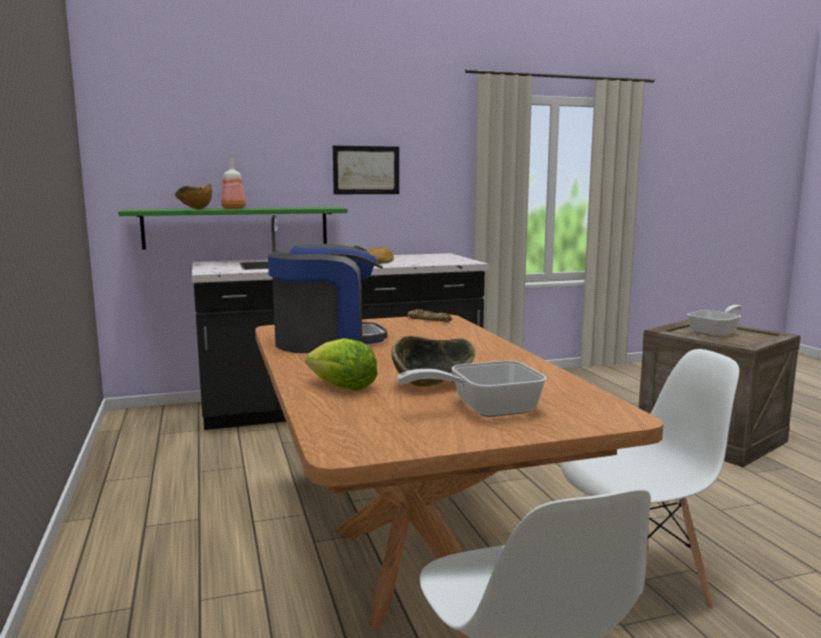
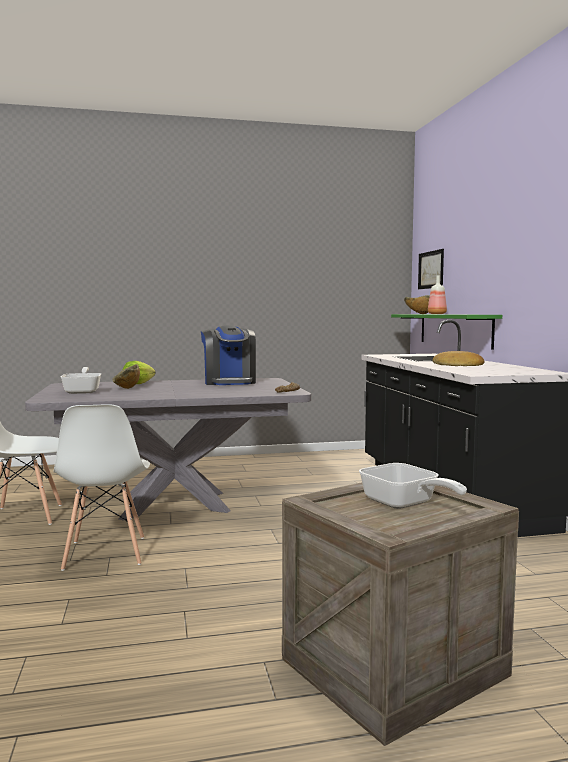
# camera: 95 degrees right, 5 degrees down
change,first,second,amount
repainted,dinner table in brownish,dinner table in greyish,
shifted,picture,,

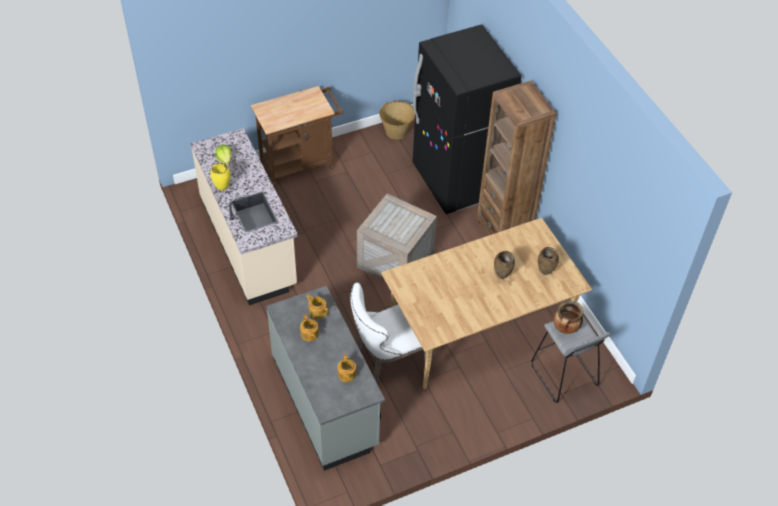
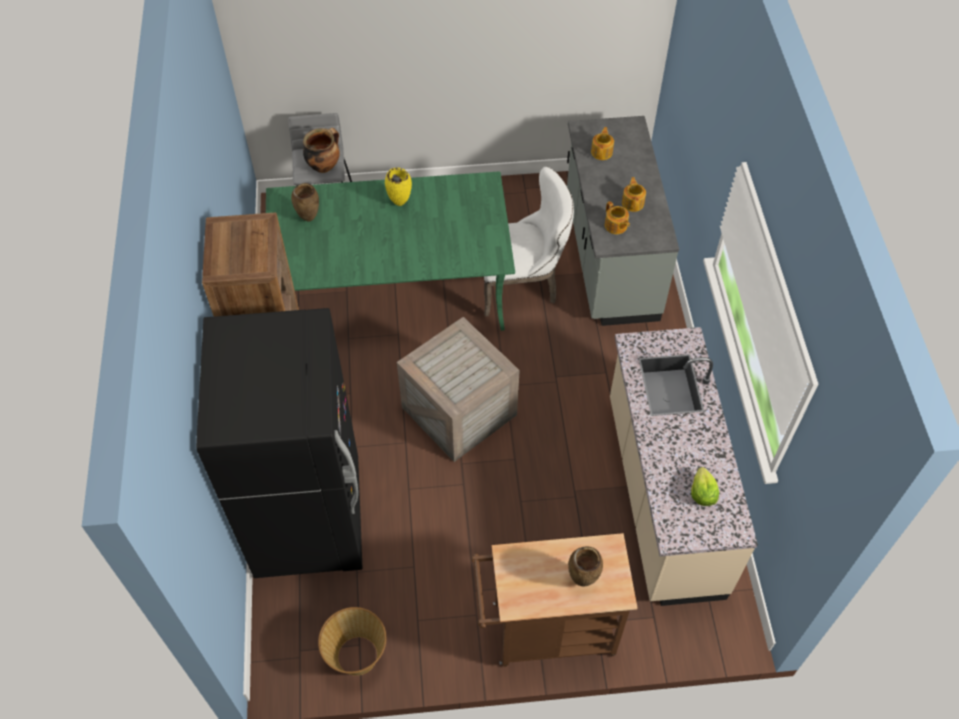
# camera: 160 degrees left, 5 degrees up
change,first,second,amount
shifted,vase in yellow,,
repainted,dinner table in beige-coloured,dinner table in green-coloured,
shifted,vase in brownish (no. 1 from left in the first image),vase in brownish (no. 2 from left),

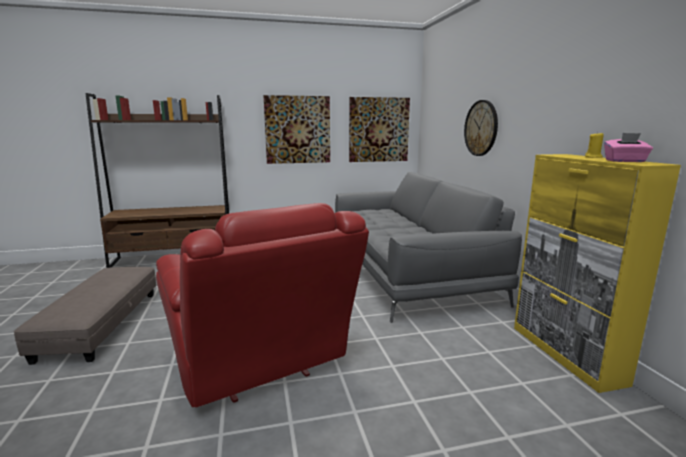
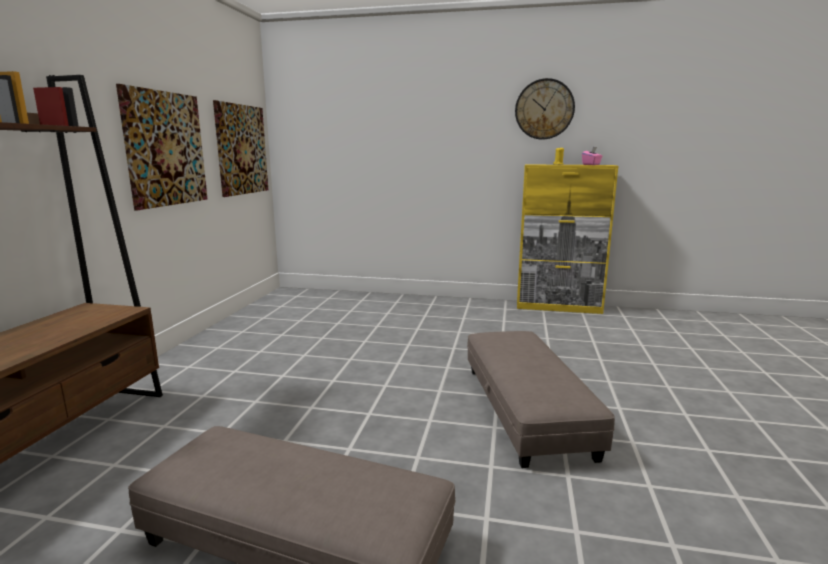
# camera: 65 degrees left, 0 degrees up
change,first,second,amount
swapped,easy chair in red-coloured,ottoman in greyish (no. 2 from left),
gone,settee in greyish,,
shifted,wall clock,,

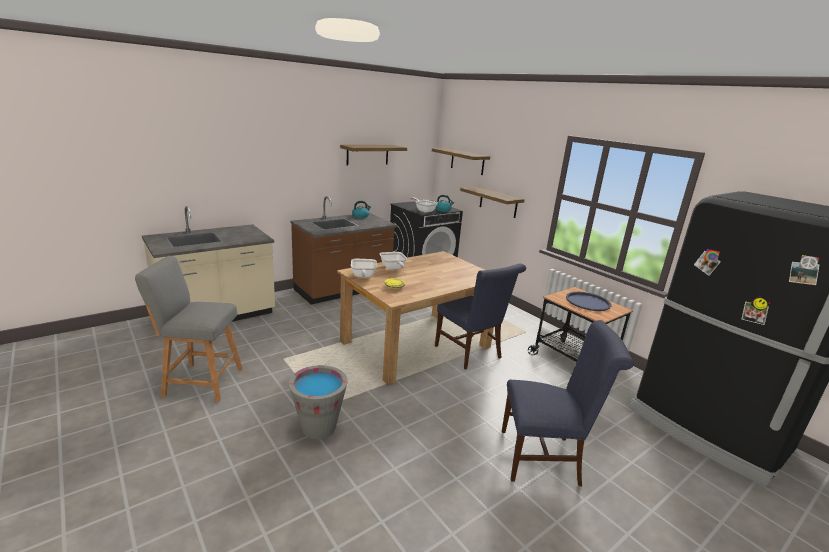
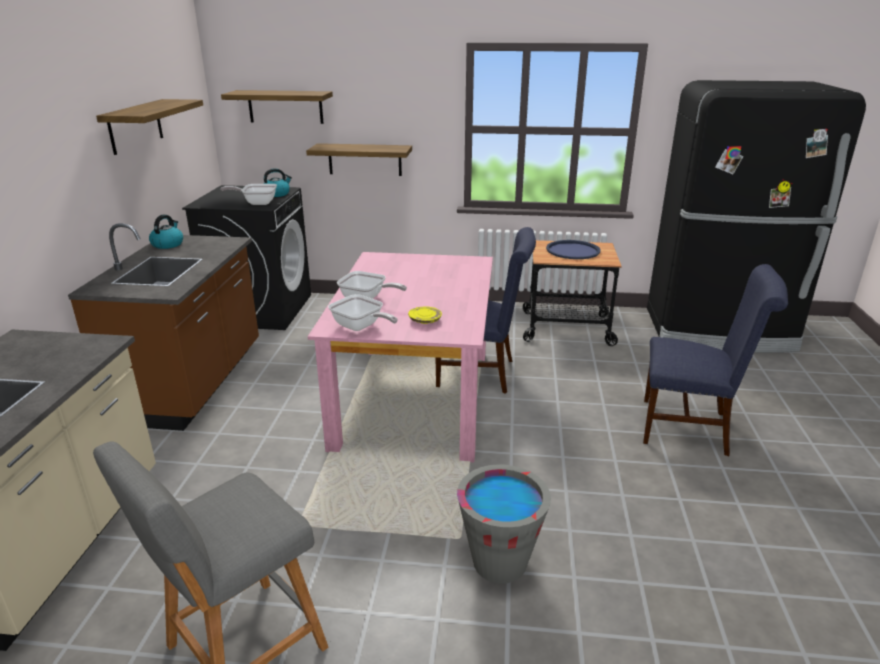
# camera: 45 degrees left, 5 degrees up
change,first,second,amount
repainted,dinner table in brownish,dinner table in pink,
rotated,chair in bluish (no. 2 from left),,60 degrees clockwise

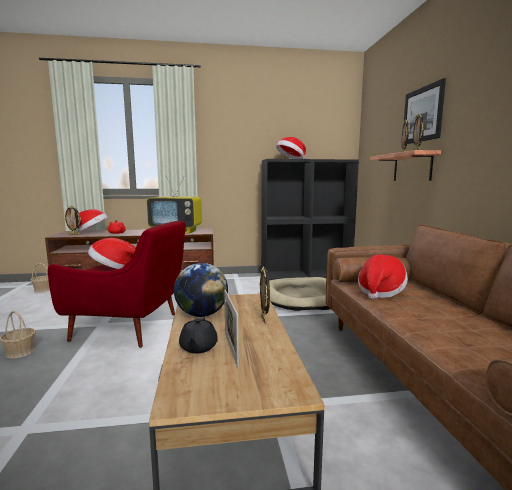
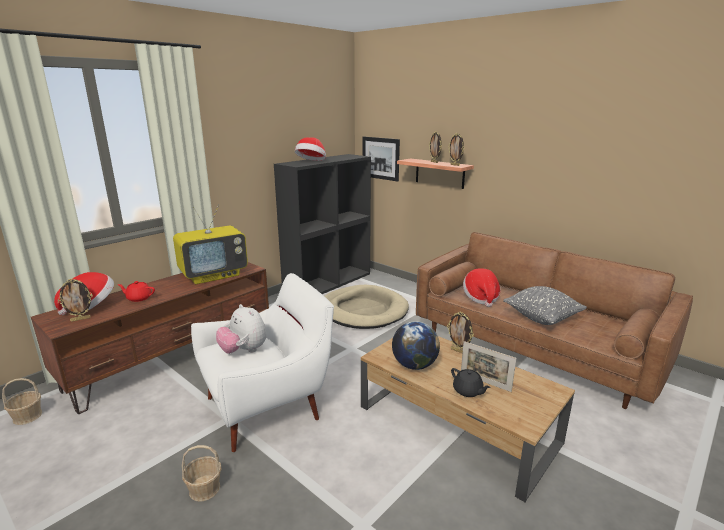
# camera: 40 degrees left, 10 degrees up
change,first,second,amount
repainted,easy chair in red-coloured,easy chair in white-coloured,
swapped,clothing hat (no. 2 from left),plush toy,
shifted,picture,,
new,,throw pillow in greyish,

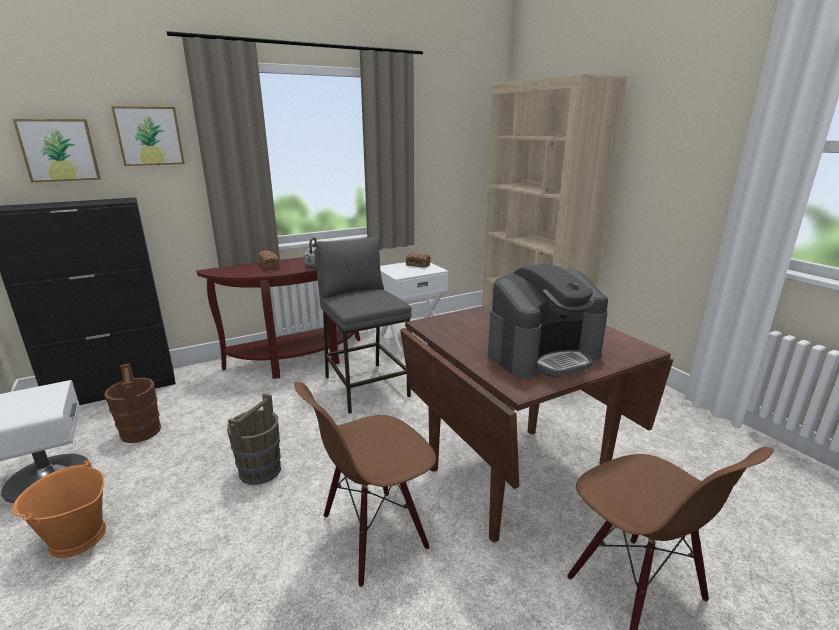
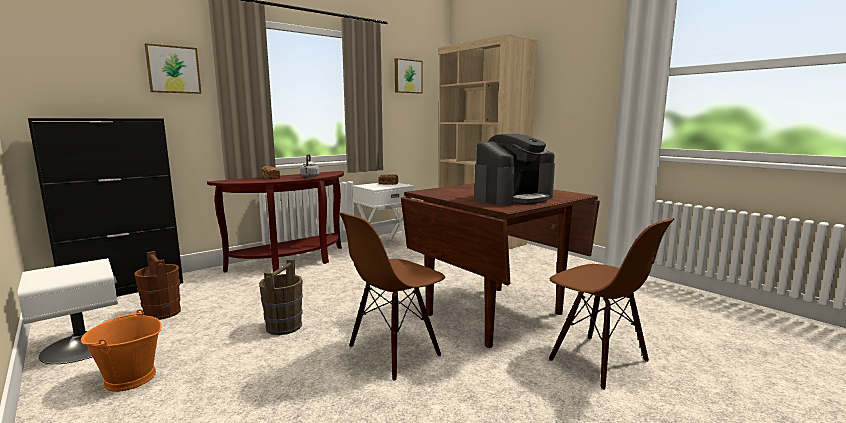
# camera: 10 degrees left, 10 degrees down
change,first,second,amount
shifted,picture (no. 1 from left in the first image),picture (no. 2 from left),
gone,stool seat in greyish,,

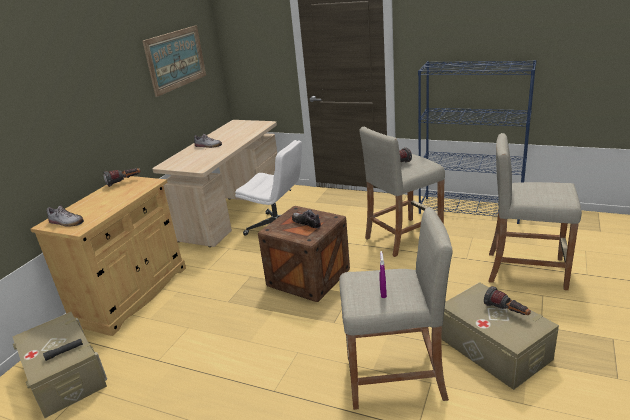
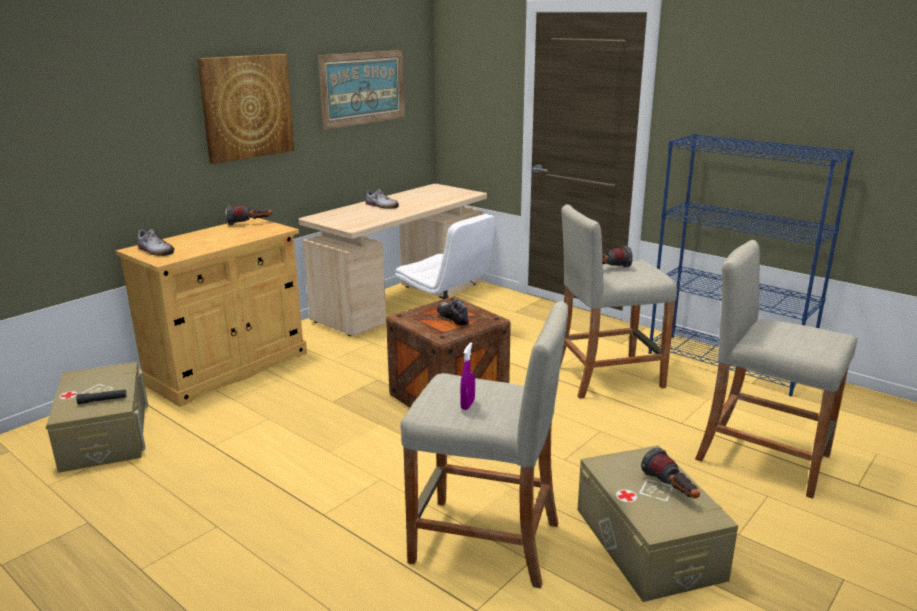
# camera: 15 degrees right, 5 degrees down
change,first,second,amount
new,,picture (no. 1 from left),

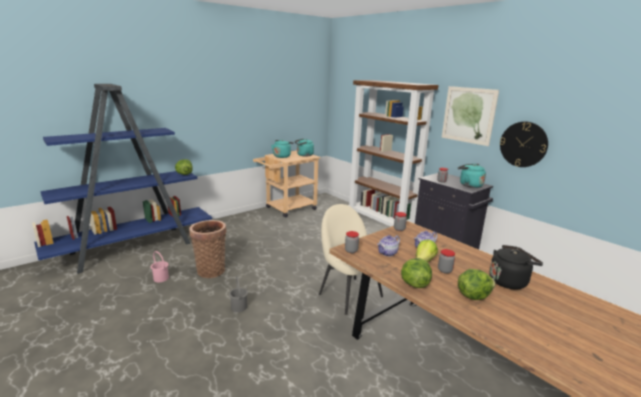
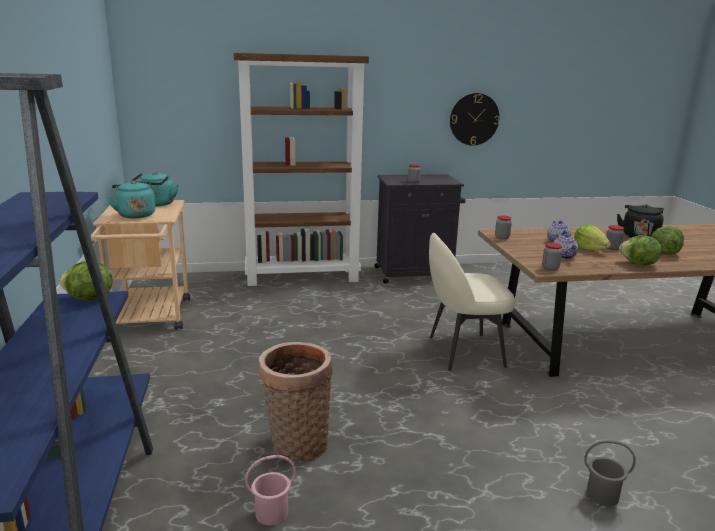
# camera: 60 degrees left, 0 degrees up
change,first,second,amount
shifted,water bucket in greyish,,
gone,picture,,
gone,kettle in turquoise (no. 3 from left),,

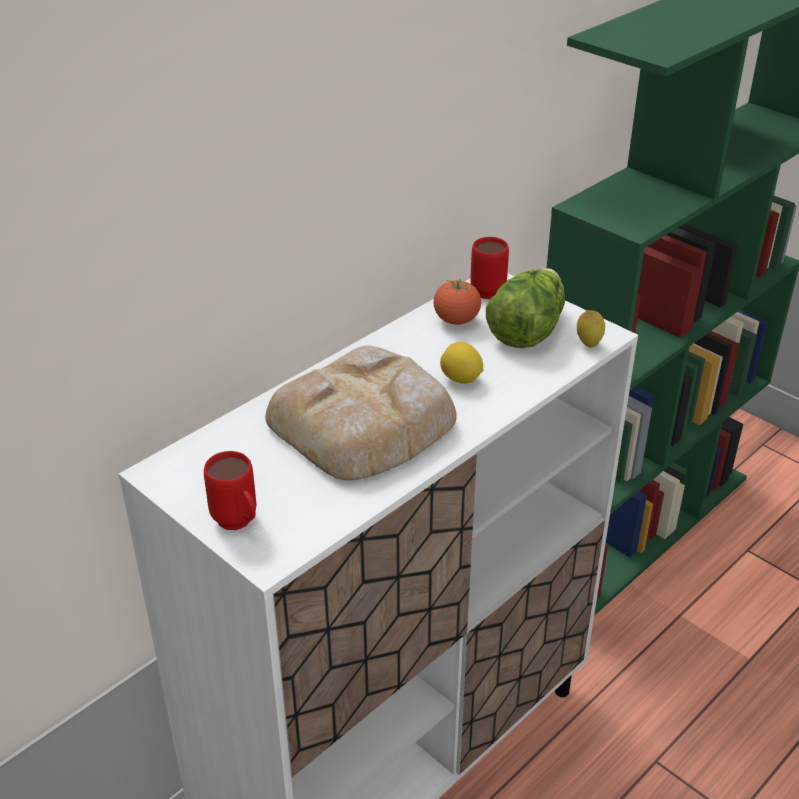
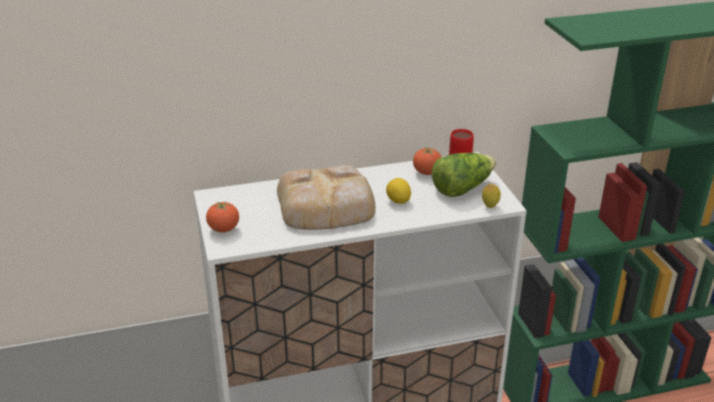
# camera: 30 degrees right, 5 degrees down
change,first,second,amount
swapped,tea mug in red-coloured (no. 1 from left),fresh tomato (no. 1 from left),

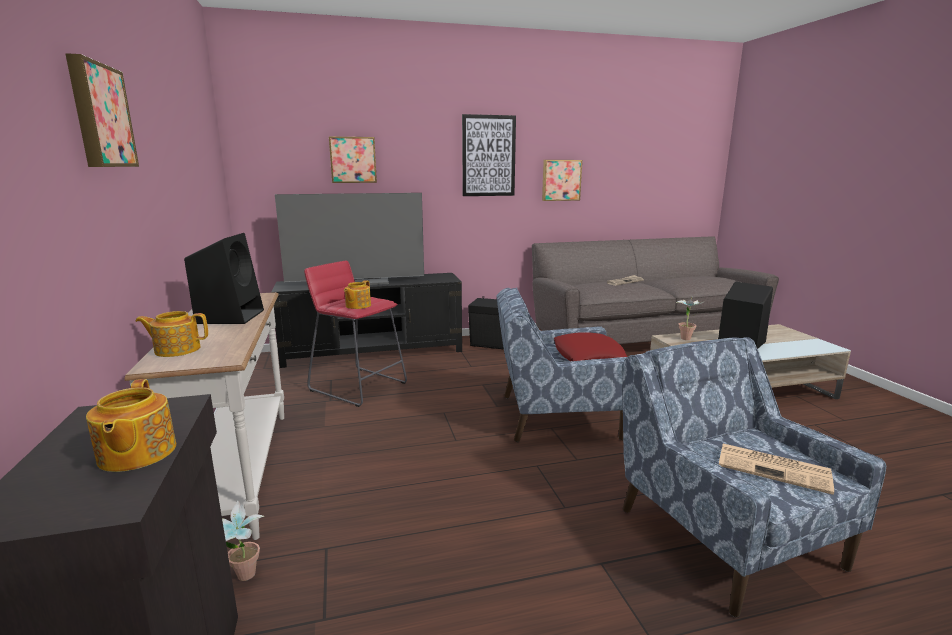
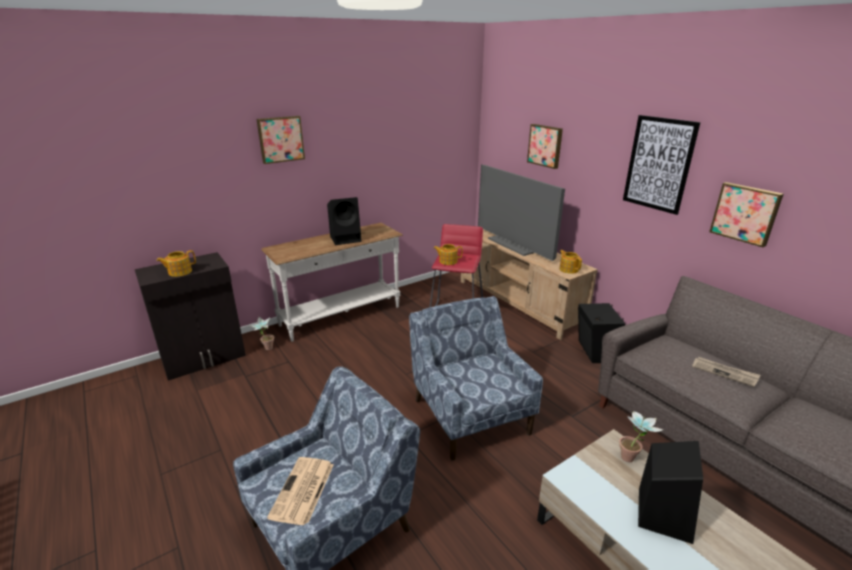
# camera: 70 degrees right, 10 degrees up
change,first,second,amount
shifted,pot for tea (no. 2 from left in the first image),pot for tea (no. 3 from left),
repainted,tv stand in black,tv stand in beige-coloured,
gone,throw pillow in red-coloured,,

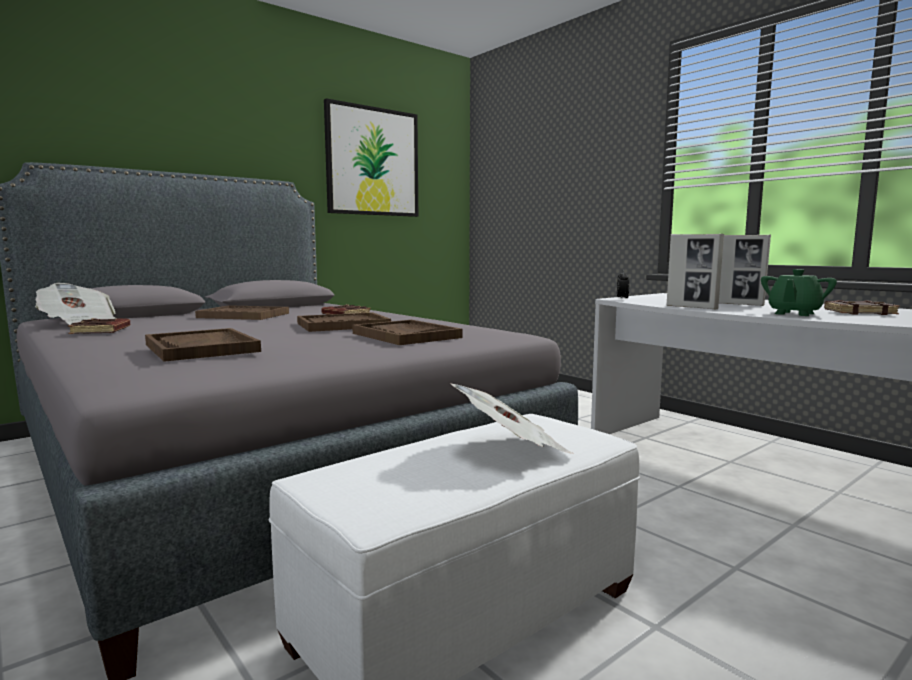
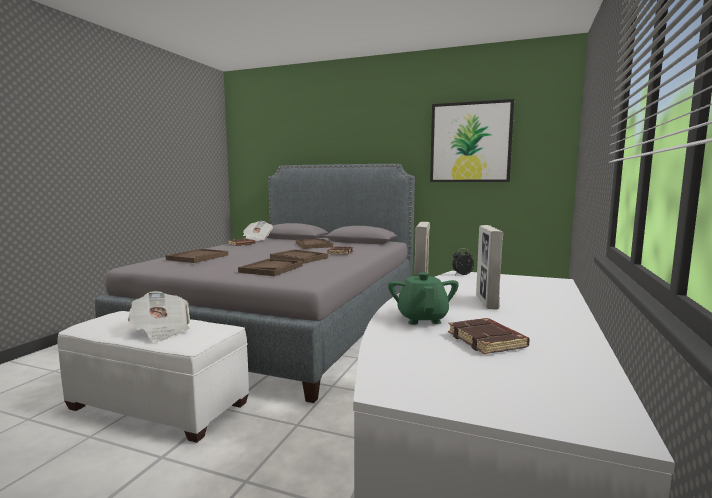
# camera: 60 degrees right, 0 degrees up
change,first,second,amount
rotated,pot for tea in green-coloured,,75 degrees clockwise

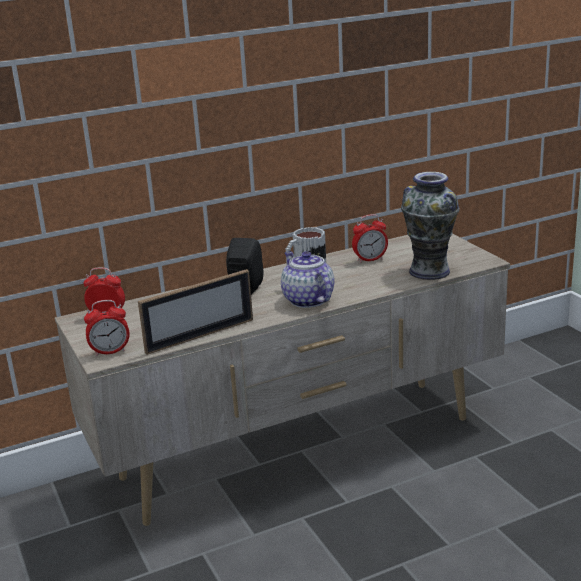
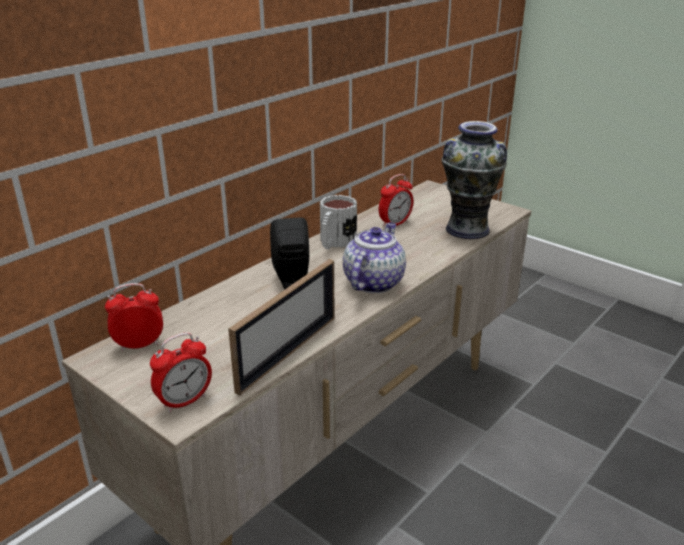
# camera: 25 degrees left, 5 degrees up
change,first,second,amount
rotated,pot for tea,,75 degrees clockwise

